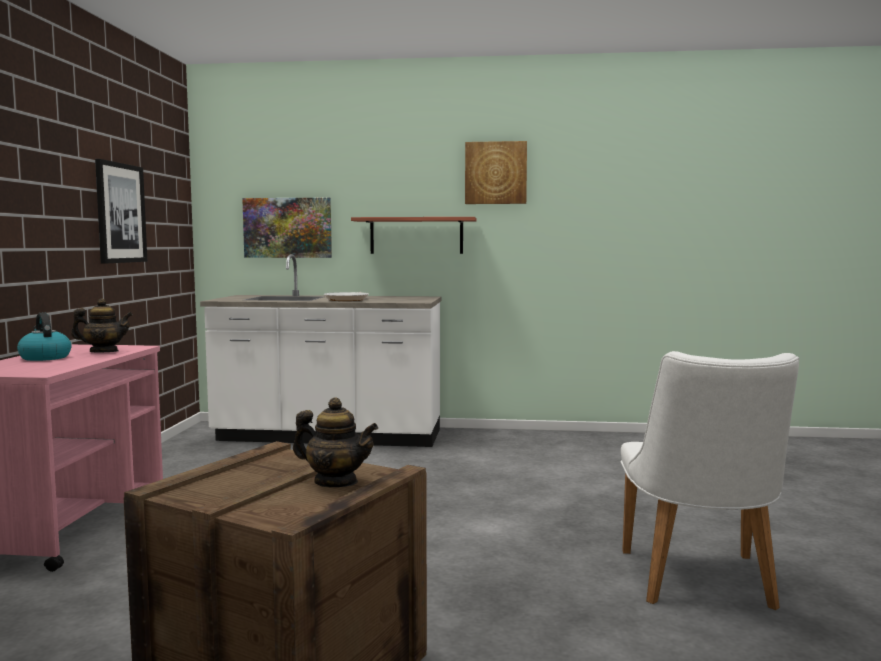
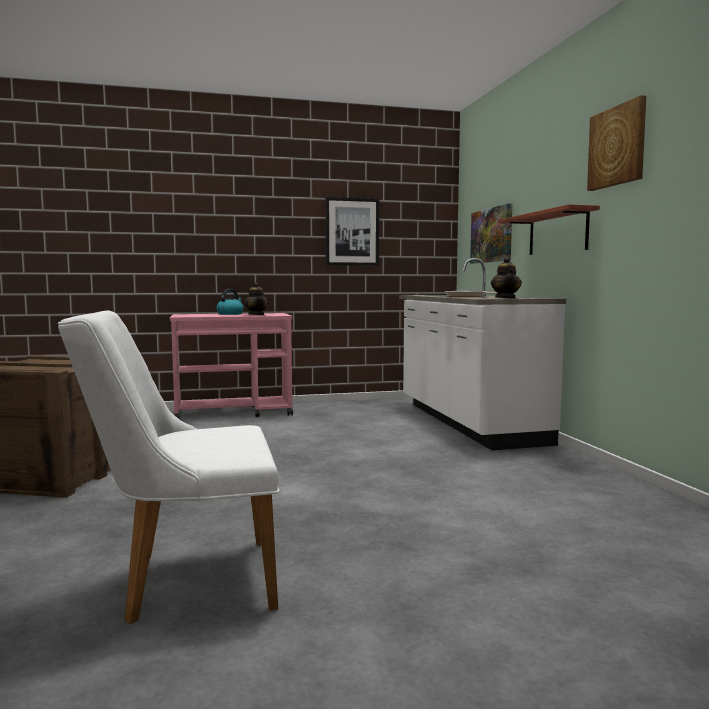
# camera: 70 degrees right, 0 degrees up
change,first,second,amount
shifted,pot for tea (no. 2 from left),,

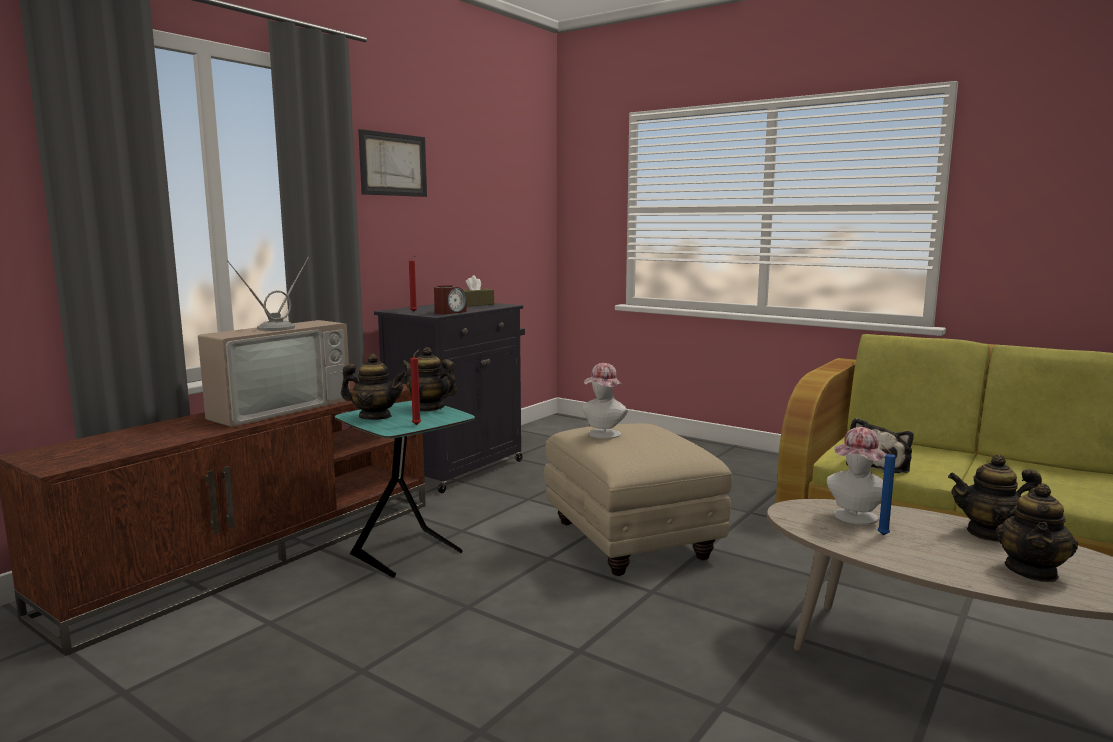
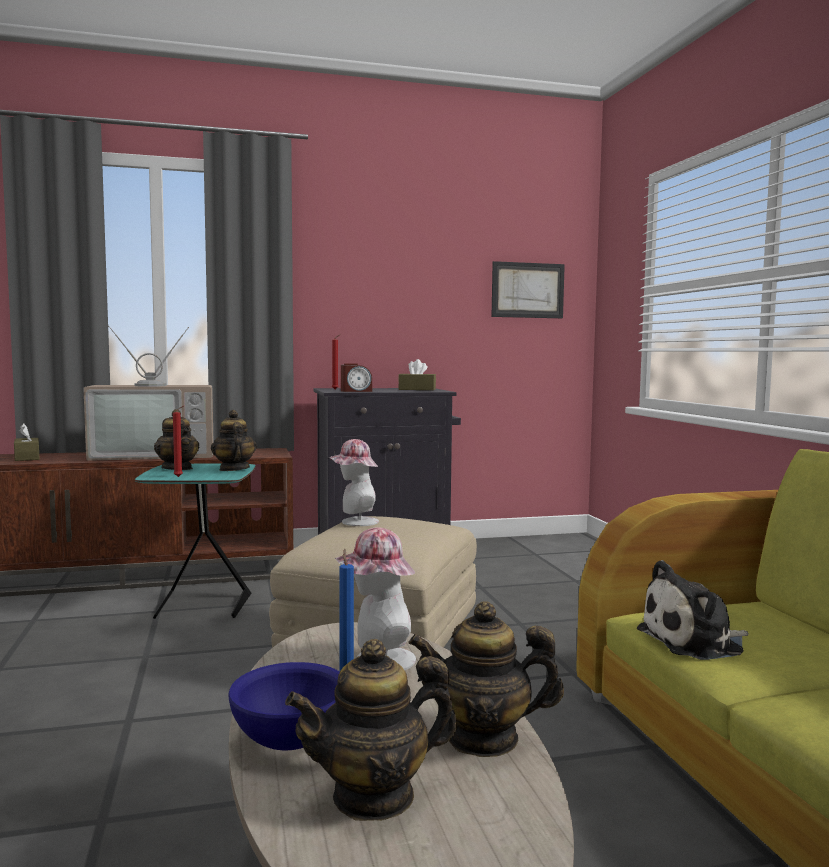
# camera: 40 degrees right, 5 degrees down
change,first,second,amount
shifted,picture,,
rotated,pot for tea (no. 3 from left in the first image),pot for tea (no. 4 from left),45 degrees counterclockwise
new,,box of tissues in brownish (no. 1 from left),
new,,serving bowl in bluish,

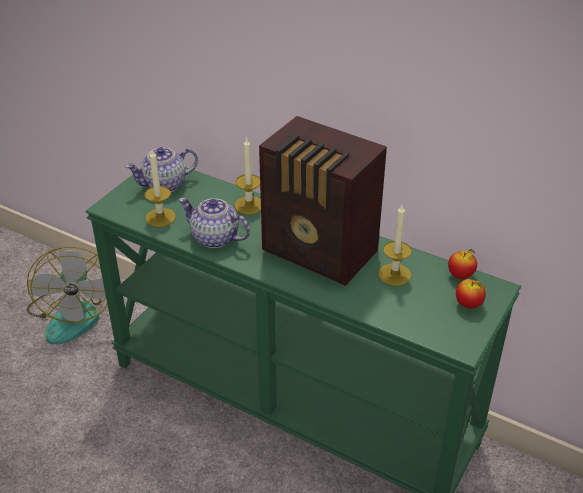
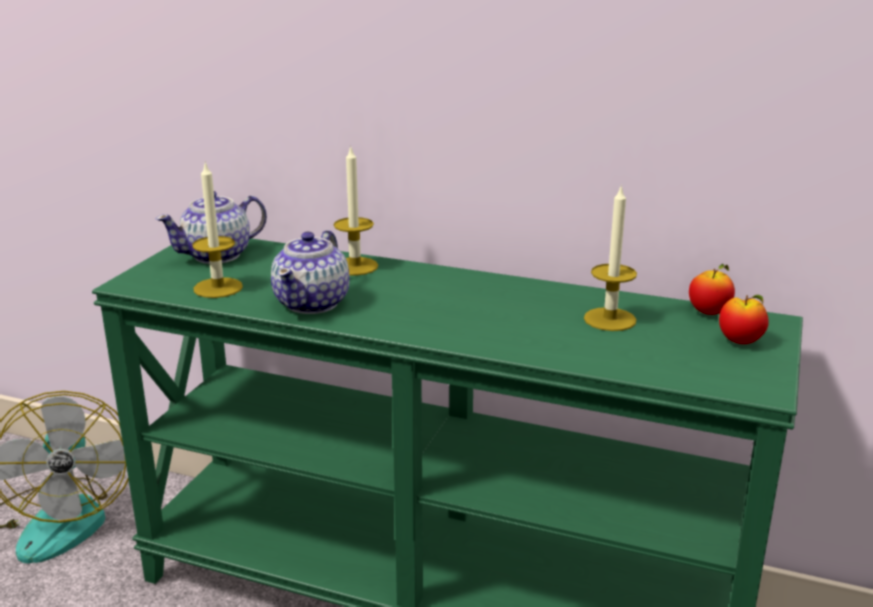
# camera: 10 degrees left, 15 degrees down
change,first,second,amount
rotated,pot for tea (no. 2 from left),,90 degrees counterclockwise
gone,radio receiver,,

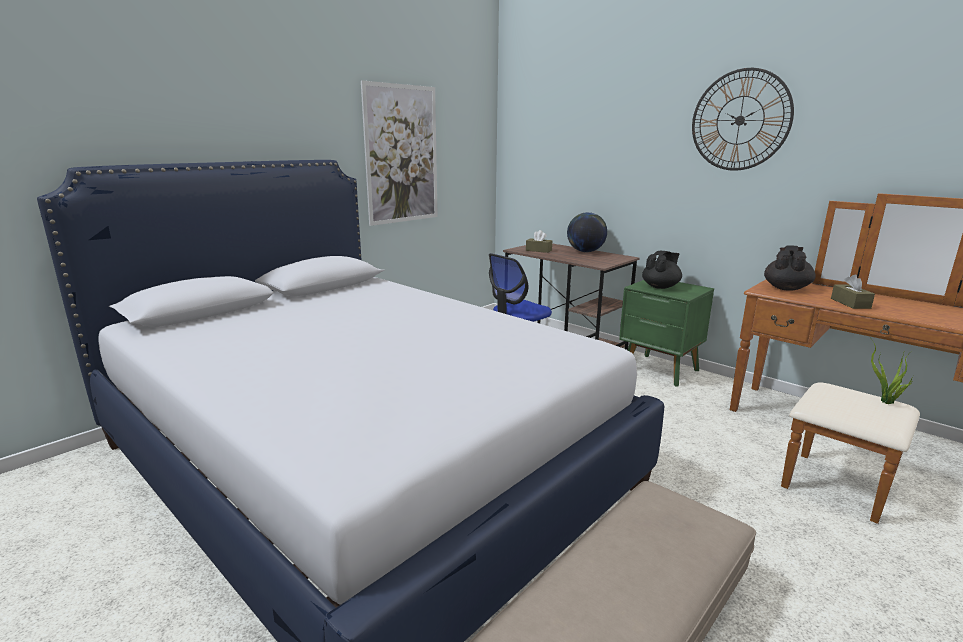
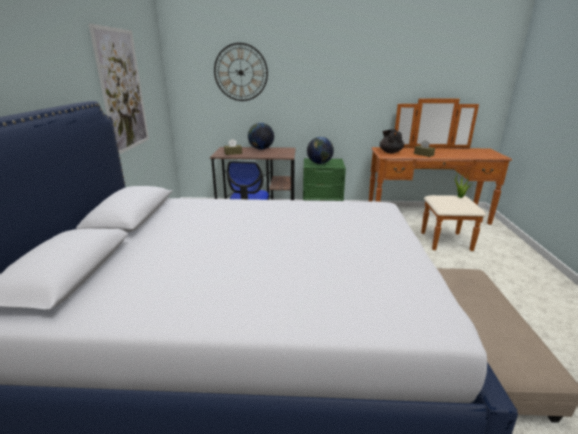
# camera: 40 degrees left, 5 degrees up
change,first,second,amount
swapped,pot for tea in black (no. 1 from left),desk globe (no. 2 from left),
shifted,wall clock,,

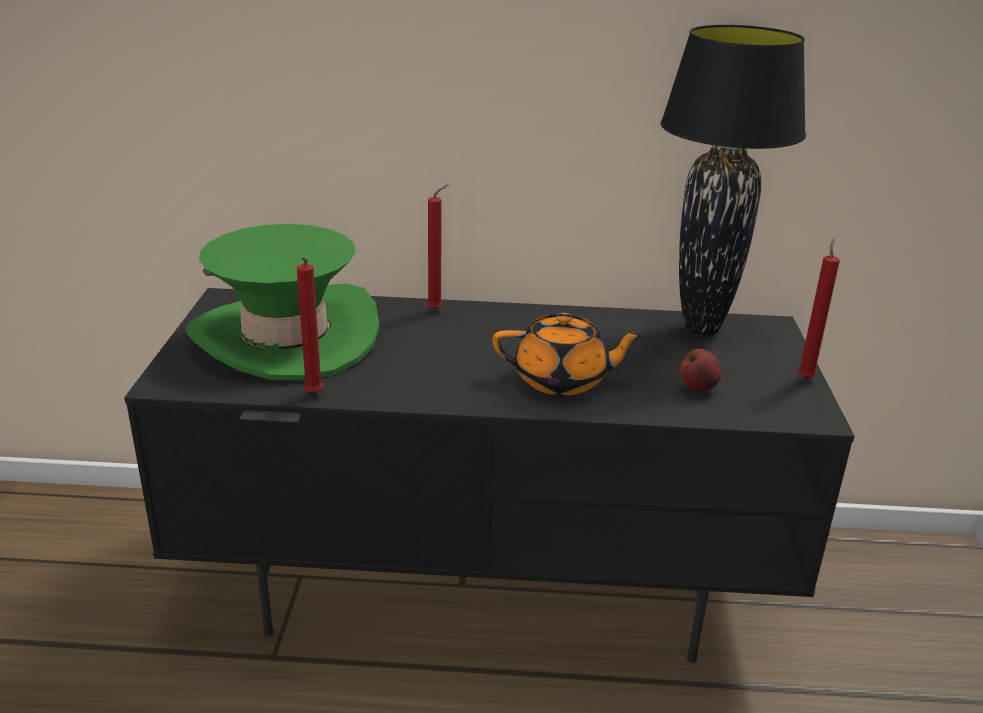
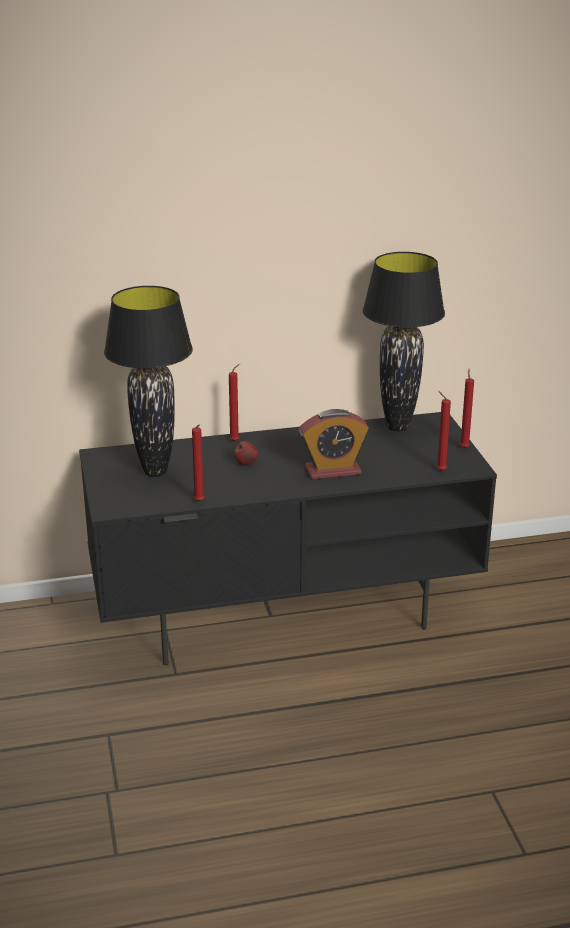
# camera: 15 degrees left, 0 degrees up
change,first,second,amount
swapped,clothing hat in green-coloured,table lamp in black (no. 1 from left),
swapped,pot for tea in orange-coloured,alarm clock,
shifted,apple,,
new,,candle in red-coloured (no. 3 from left),

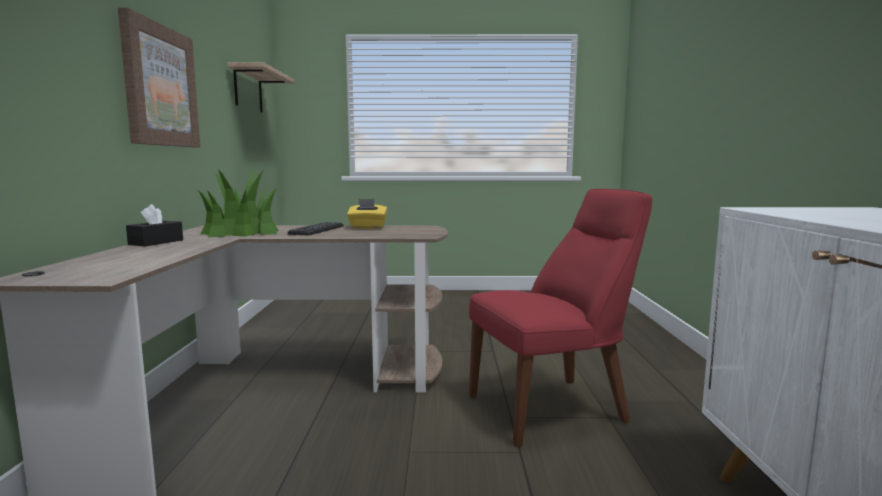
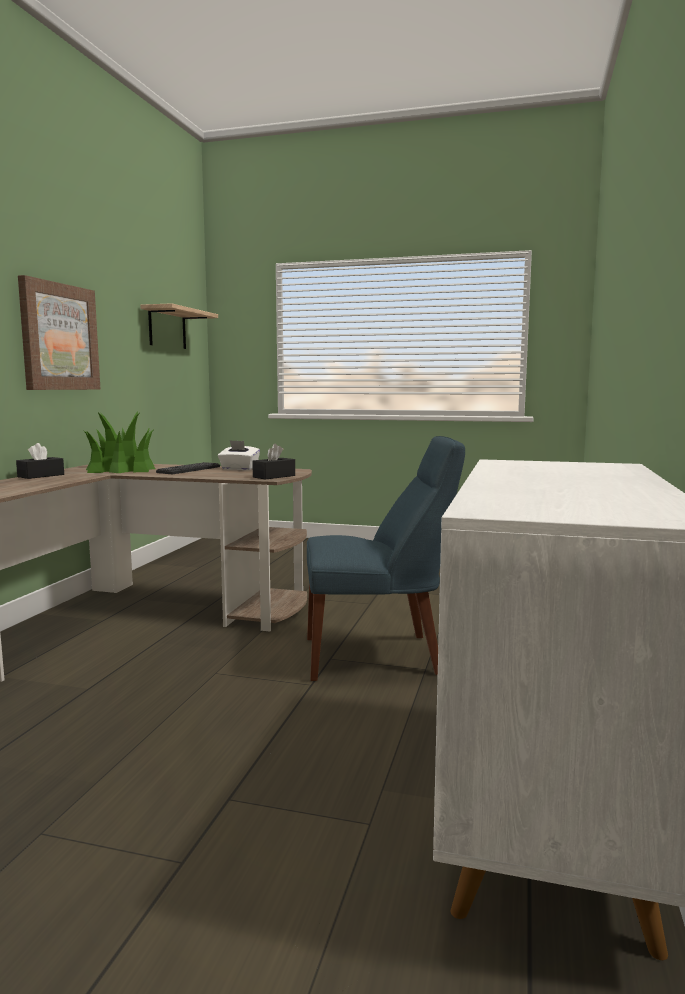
# camera: 15 degrees right, 0 degrees up
change,first,second,amount
repainted,box of tissues in yellow,box of tissues in white-coloured,
repainted,chair in red-coloured,chair in bluish,
new,,box of tissues in black (no. 2 from left),

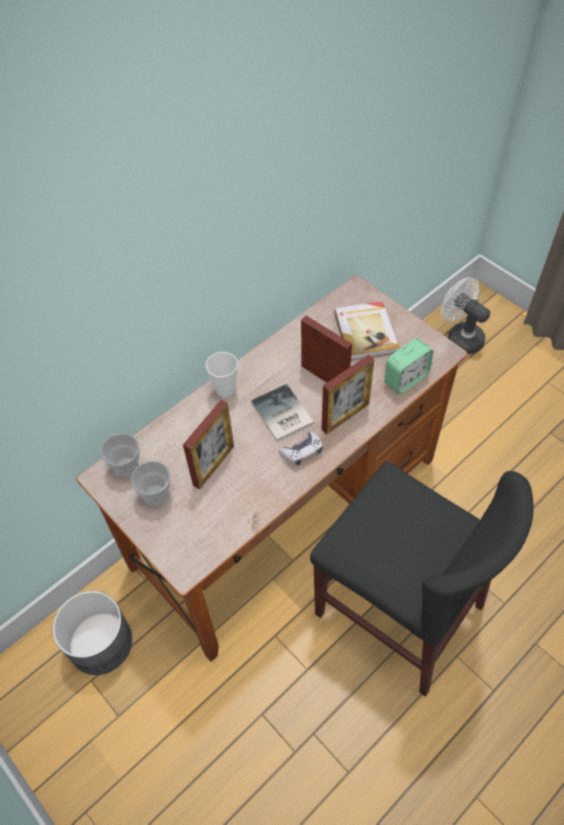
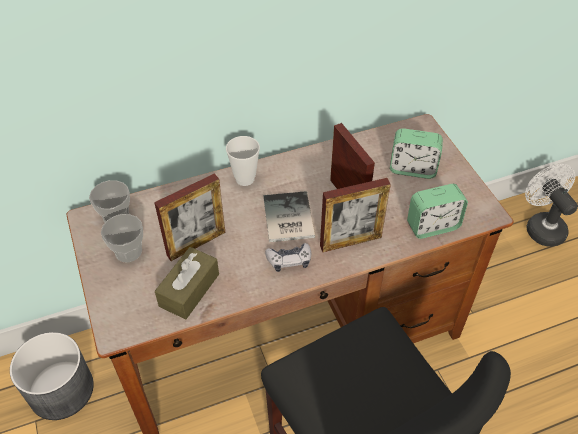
# camera: 20 degrees right, 5 degrees down
change,first,second,amount
swapped,volume (no. 2 from left),alarm clock (no. 1 from left),
new,,box of tissues in brownish,

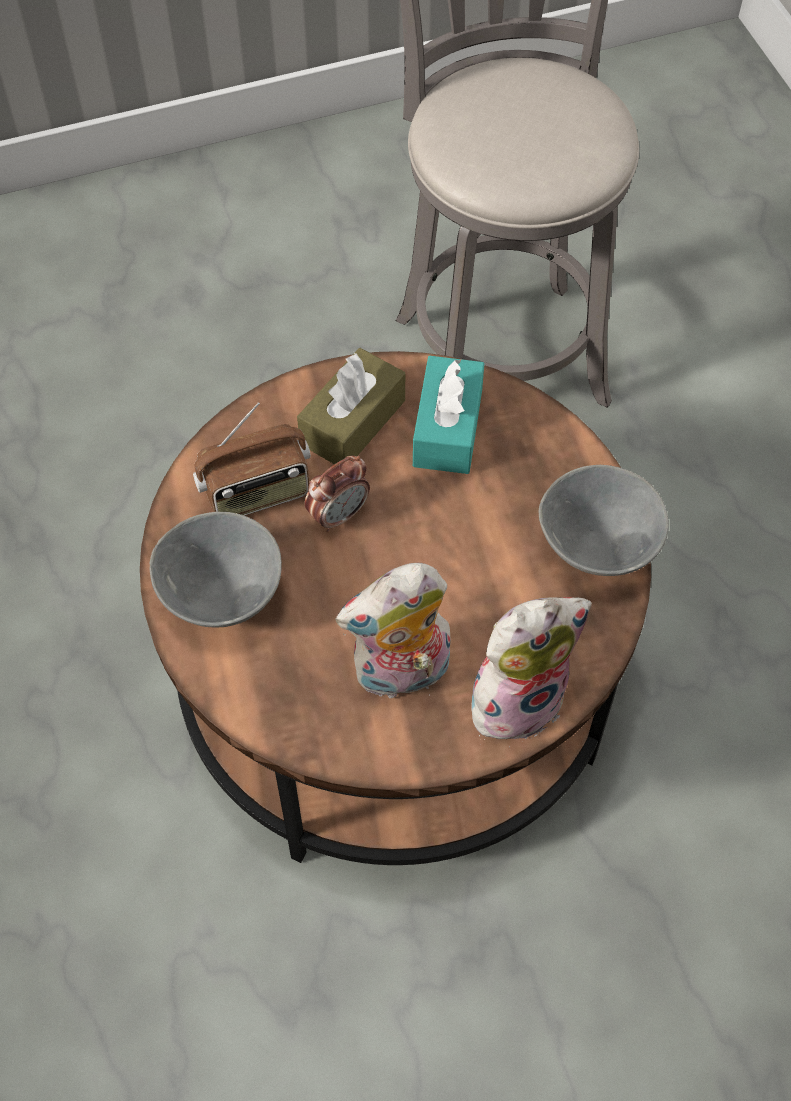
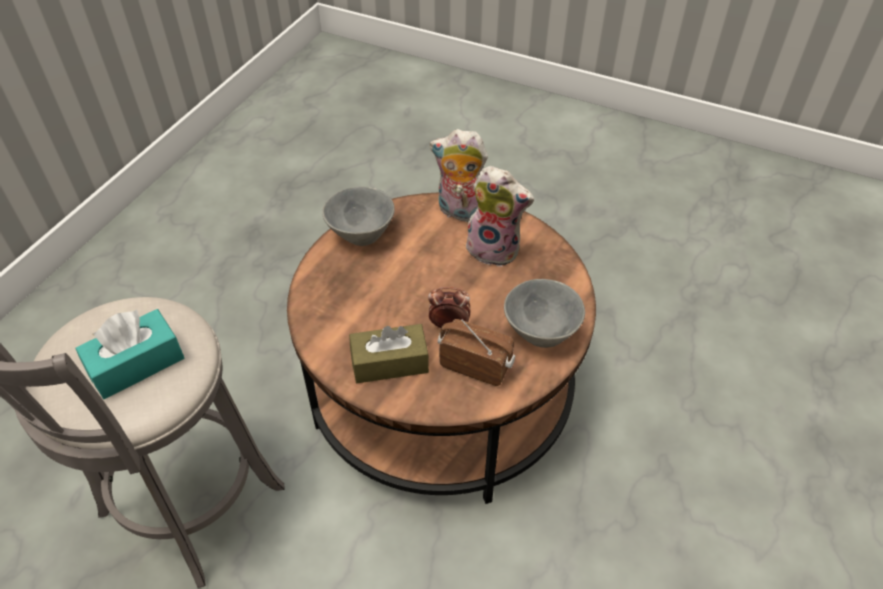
# camera: 135 degrees left, 10 degrees down
change,first,second,amount
shifted,box of tissues in turquoise,,

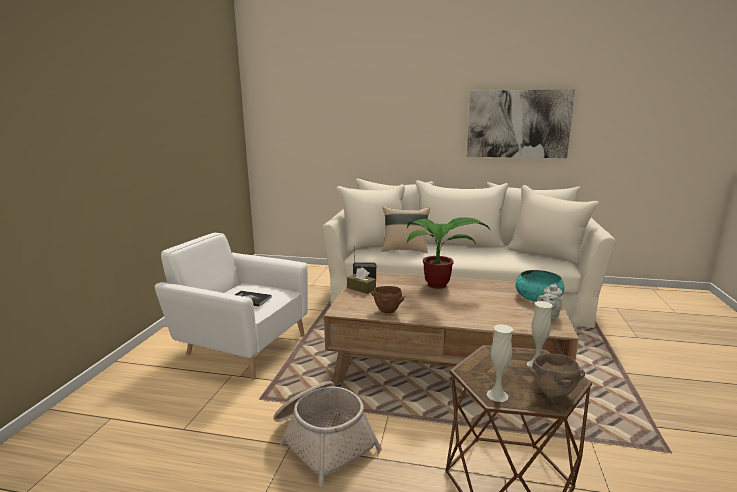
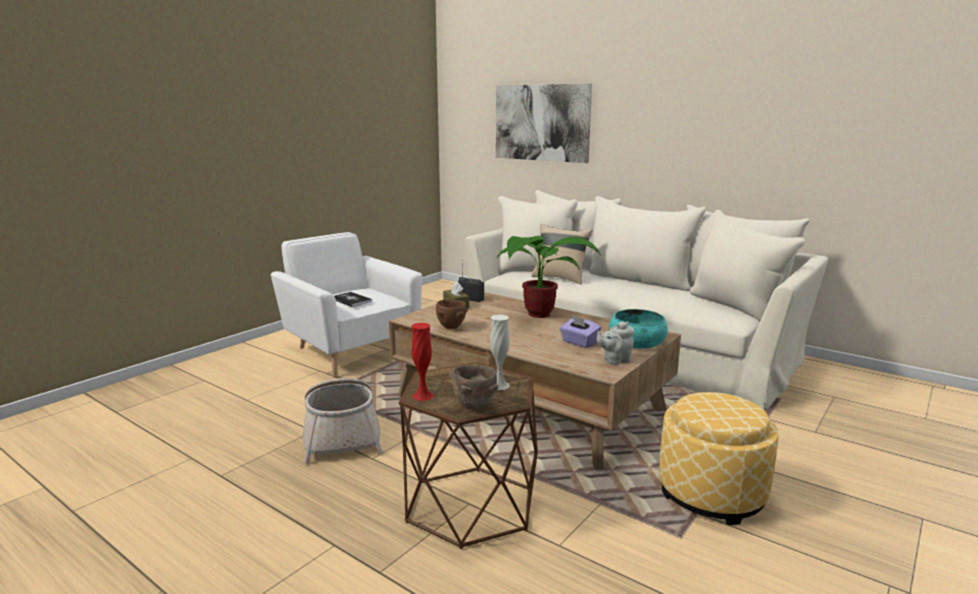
# camera: 25 degrees right, 0 degrees up
change,first,second,amount
shifted,picture,,
repainted,vase in white-coloured (no. 1 from left),vase in red-coloured,
new,,box of tissues in purple-coloured,
new,,ottoman,

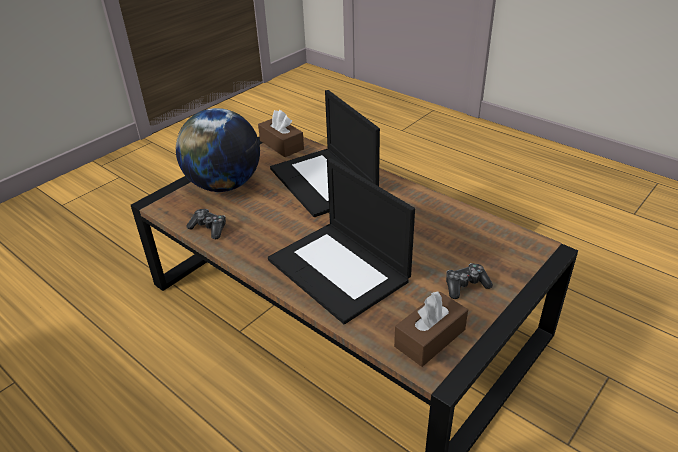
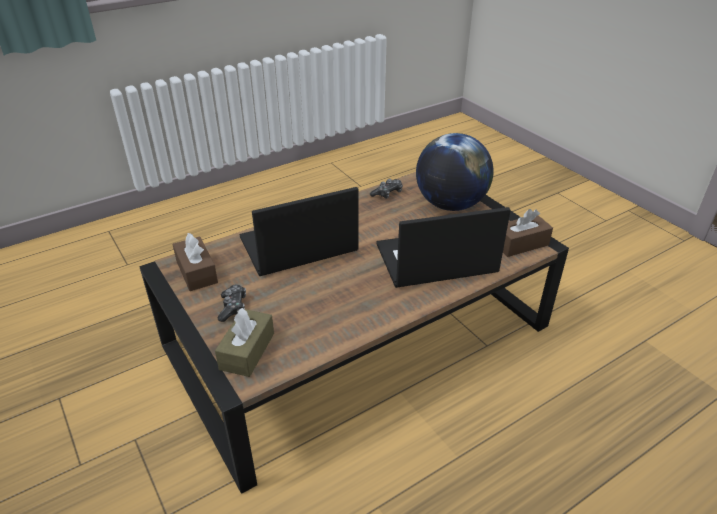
# camera: 105 degrees right, 0 degrees up
change,first,second,amount
new,,box of tissues in brownish (no. 2 from left),

